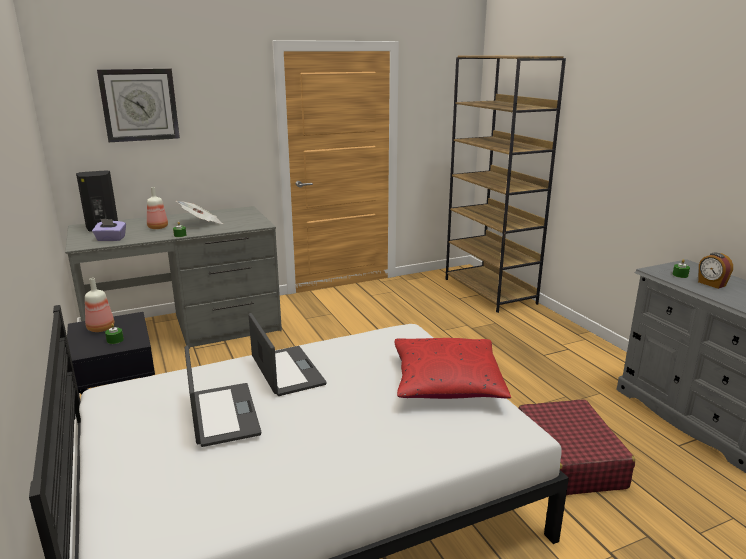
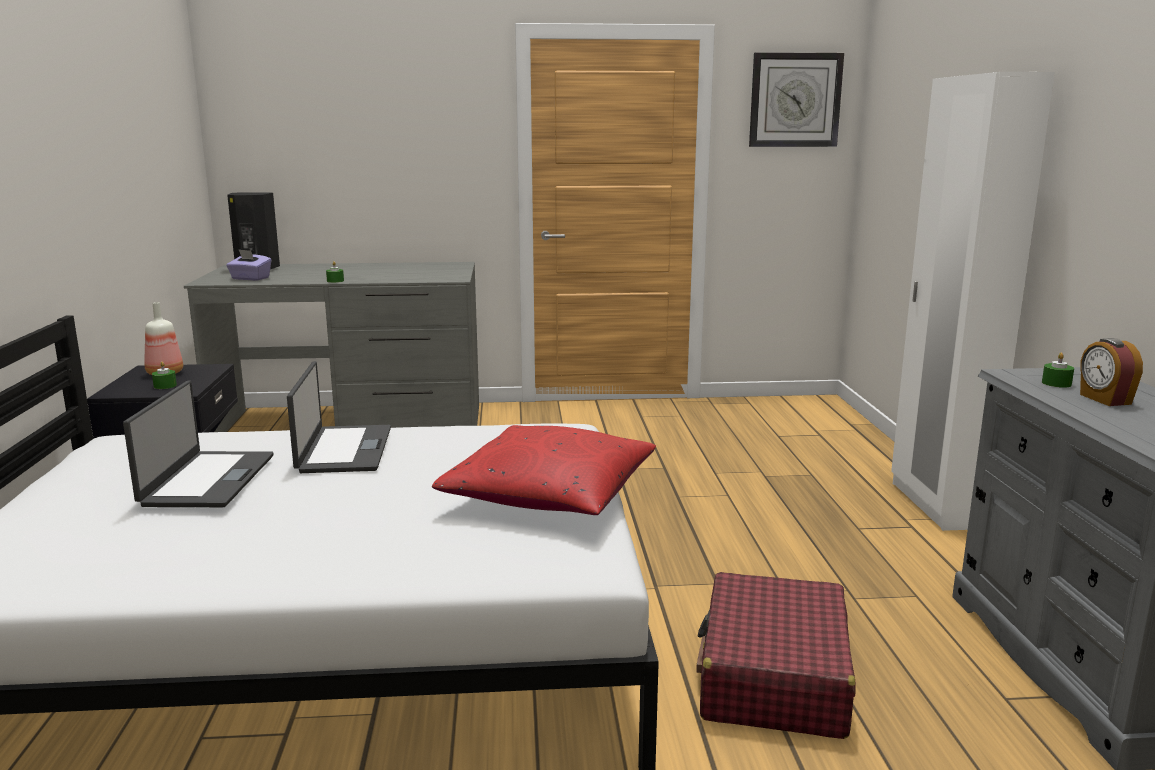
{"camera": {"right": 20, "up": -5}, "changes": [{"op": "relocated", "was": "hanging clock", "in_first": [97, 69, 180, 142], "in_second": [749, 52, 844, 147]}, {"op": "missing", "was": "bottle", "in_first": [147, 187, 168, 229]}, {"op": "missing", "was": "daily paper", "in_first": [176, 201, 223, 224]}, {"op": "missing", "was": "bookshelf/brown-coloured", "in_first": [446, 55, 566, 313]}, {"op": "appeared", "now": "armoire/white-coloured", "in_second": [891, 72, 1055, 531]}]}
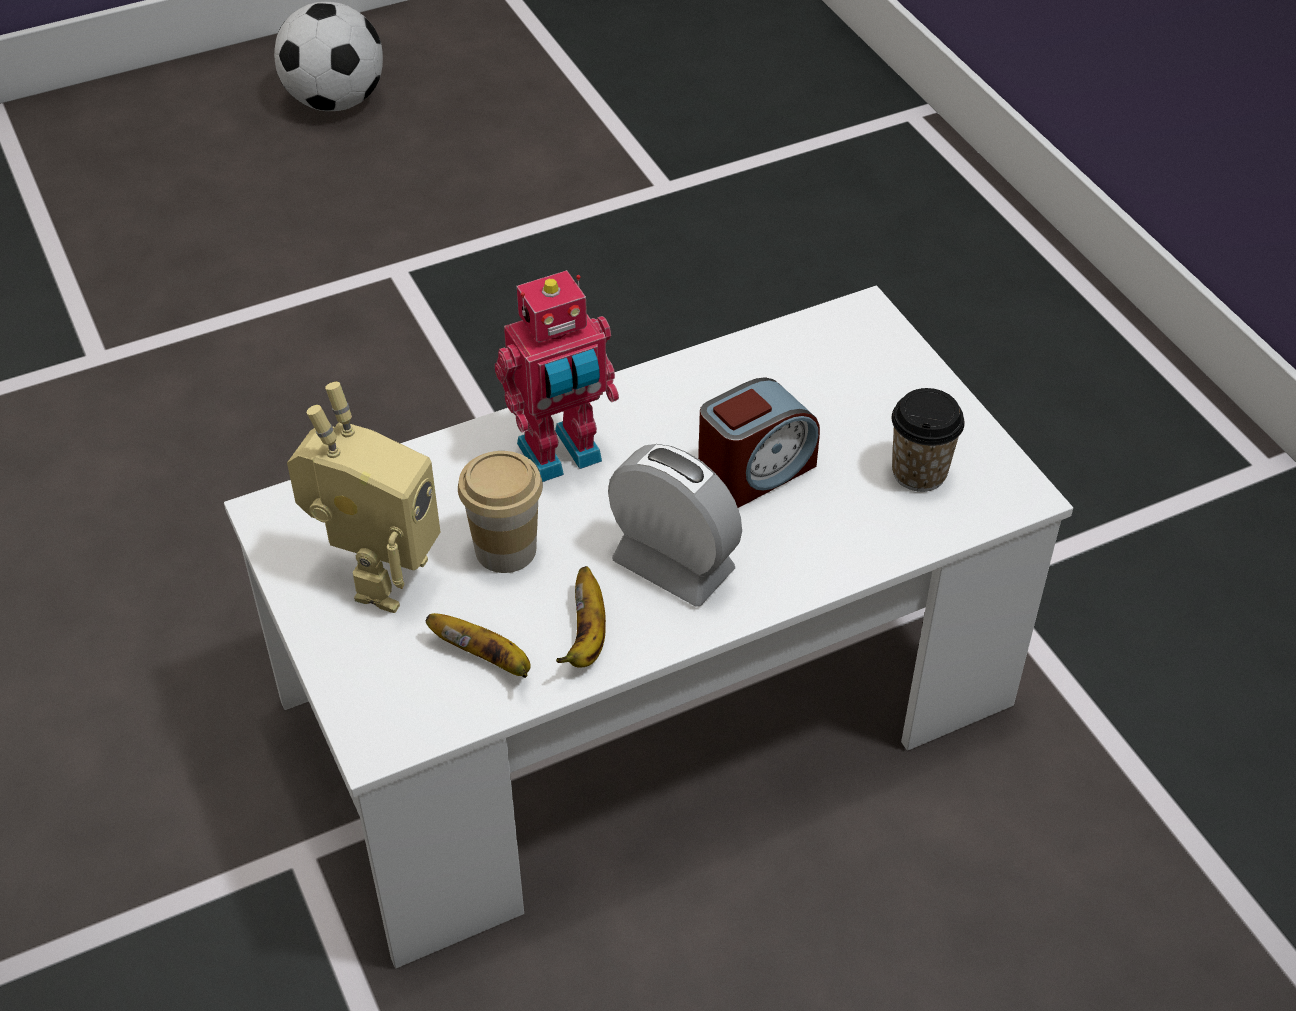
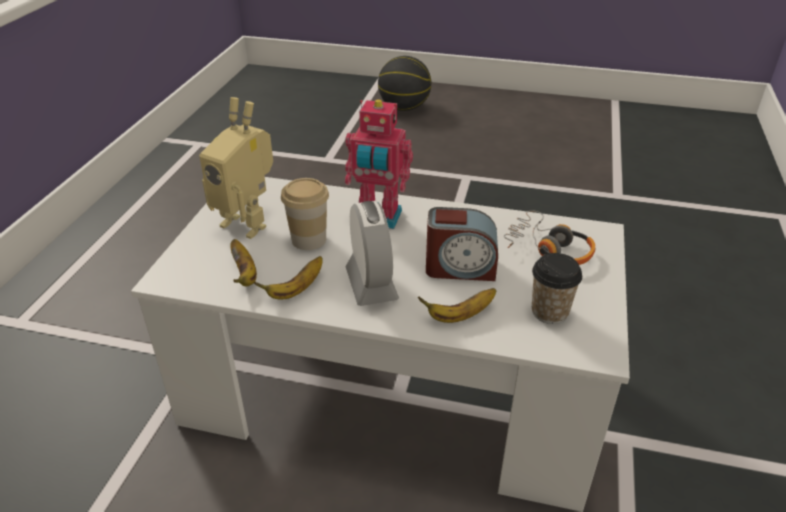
{"camera": {"right": 40, "up": -10}, "changes": [{"op": "missing", "was": "ball for football", "in_first": [274, 2, 383, 111]}, {"op": "spun", "was": "toy robot", "in_first": [287, 382, 440, 613], "in_second": [199, 97, 273, 239], "clockwise": 60}, {"op": "appeared", "now": "ball for basketball", "in_second": [378, 56, 431, 111]}, {"op": "appeared", "now": "whole banana", "in_second": [418, 288, 496, 323]}, {"op": "appeared", "now": "pair of headphones", "in_second": [504, 210, 595, 265]}]}
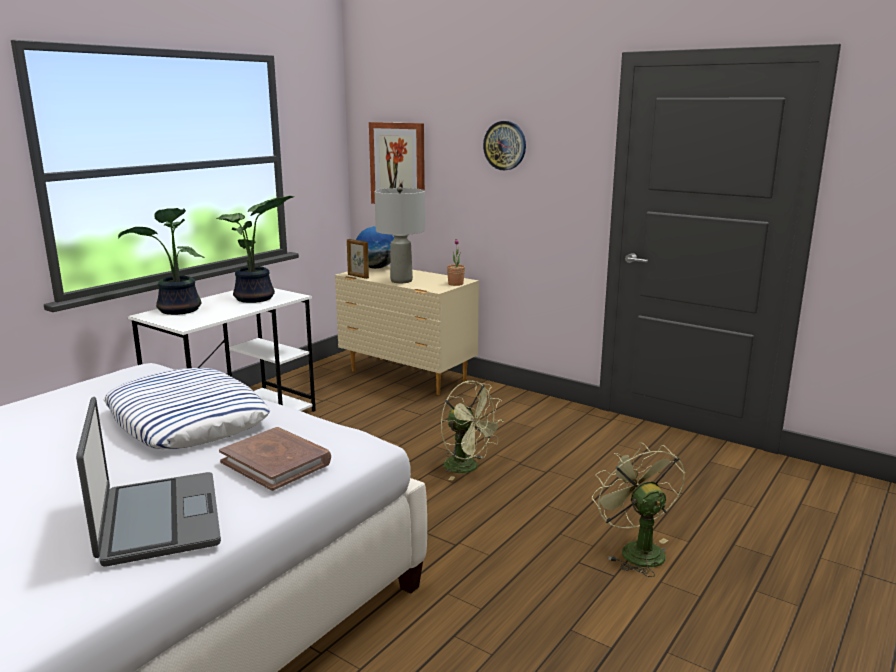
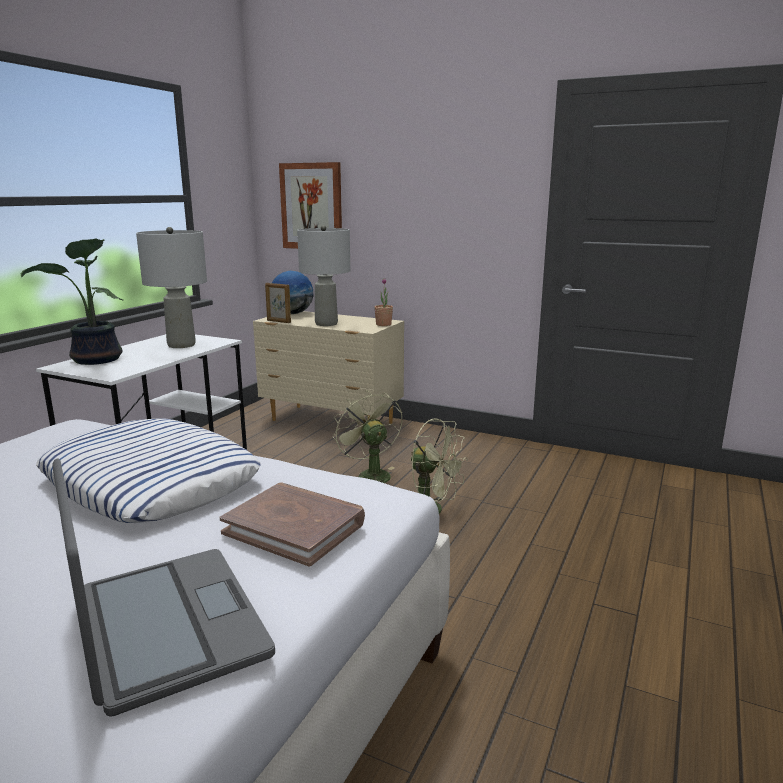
{"camera": {"right": -10, "up": 0}, "changes": [{"op": "exchanged", "was": "houseplant", "now": "table lamp/gray", "in_first": [216, 196, 295, 303], "in_second": [136, 227, 207, 348]}, {"op": "missing", "was": "hanging clock", "in_first": [483, 121, 526, 170]}, {"op": "relocated", "was": "cooling fan/greenish", "in_first": [592, 442, 685, 577], "in_second": [333, 390, 402, 483]}]}
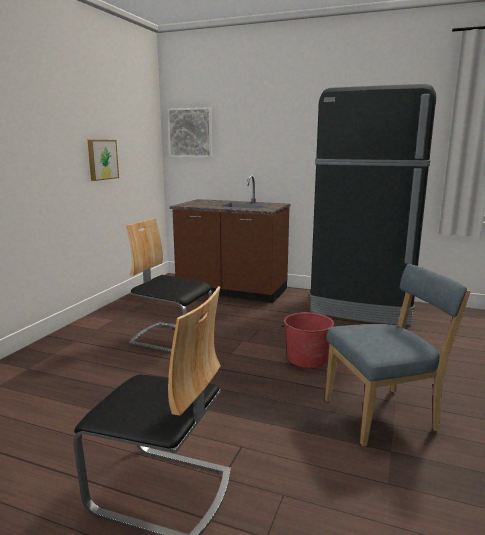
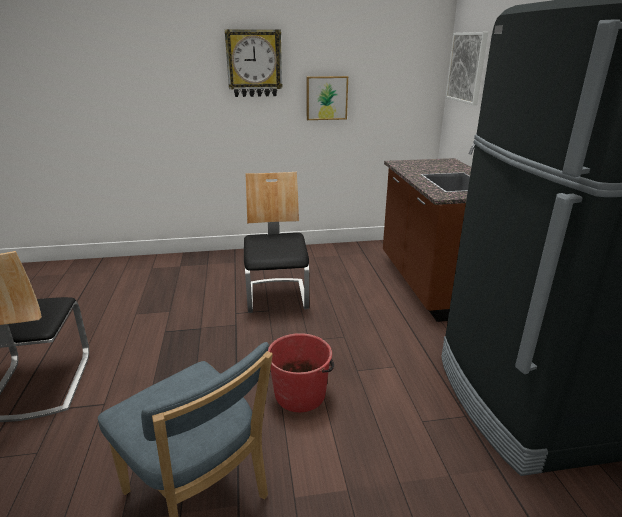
{"camera": {"right": 60, "up": 10}, "changes": [{"op": "appeared", "now": "hanging clock", "in_second": [225, 29, 283, 97]}]}
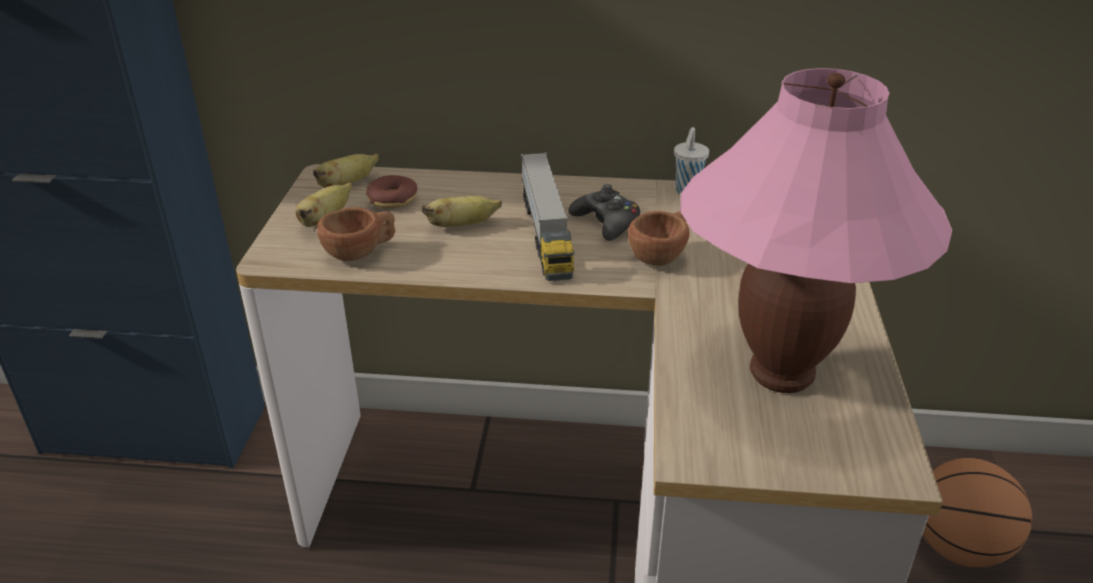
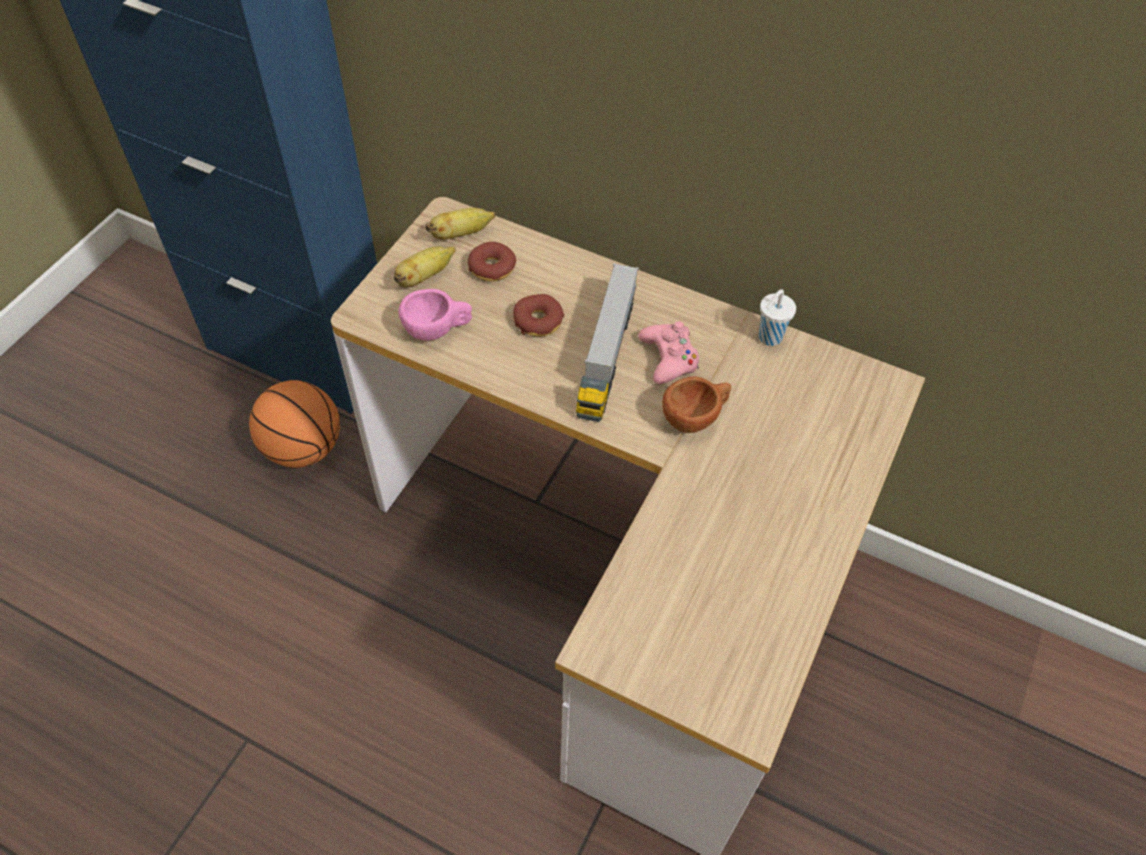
{"camera": {"right": 20, "up": 20}, "changes": [{"op": "colour", "was": "small cup/brown-coloured", "now": "small cup/pinkish", "in_first": [317, 207, 395, 261], "in_second": [399, 289, 472, 341]}, {"op": "exchanged", "was": "whole banana", "now": "donut", "in_first": [422, 196, 502, 227], "in_second": [513, 294, 564, 337]}, {"op": "colour", "was": "gamepad/blackish", "now": "gamepad/pinkish", "in_first": [569, 184, 640, 241], "in_second": [639, 321, 699, 384]}, {"op": "missing", "was": "table lamp/pinkish", "in_first": [680, 68, 952, 393]}, {"op": "relocated", "was": "ball for basketball", "in_first": [922, 458, 1032, 568], "in_second": [249, 380, 340, 468]}]}
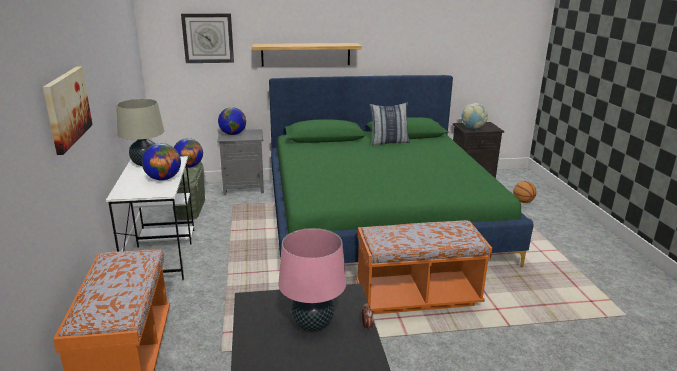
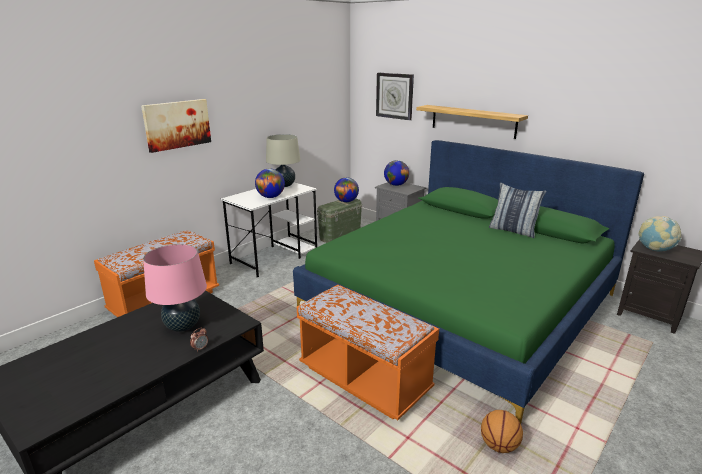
{"camera": {"right": 50, "up": 0}, "changes": [{"op": "relocated", "was": "ball for basketball", "in_first": [513, 181, 537, 203], "in_second": [481, 410, 523, 453]}]}
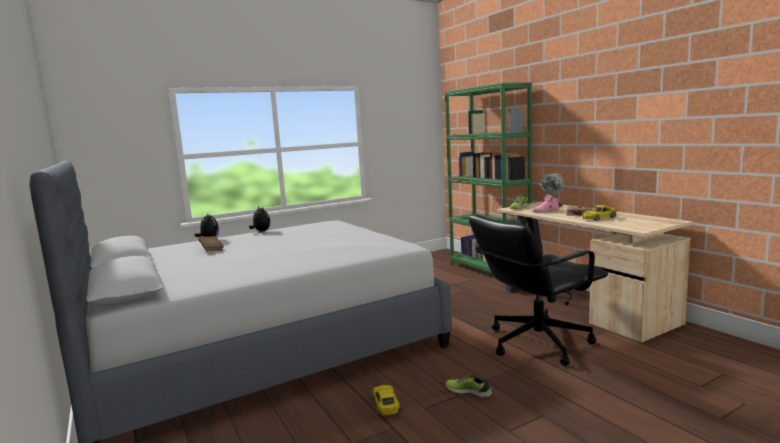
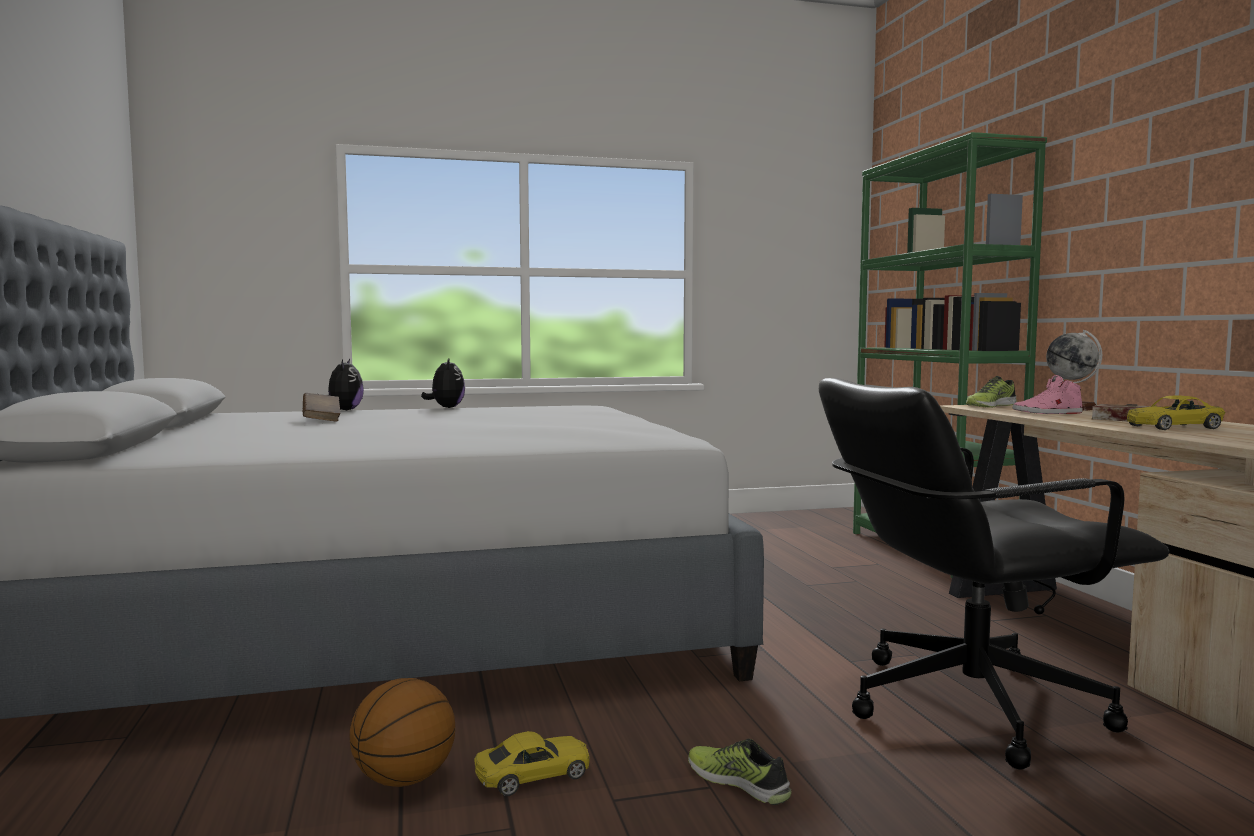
{"camera": {"right": 15, "up": -5}, "changes": [{"op": "spun", "was": "miniature car/yellow", "in_first": [372, 385, 401, 416], "in_second": [474, 731, 590, 796], "clockwise": 60}, {"op": "appeared", "now": "ball for basketball", "in_second": [349, 678, 455, 787]}]}
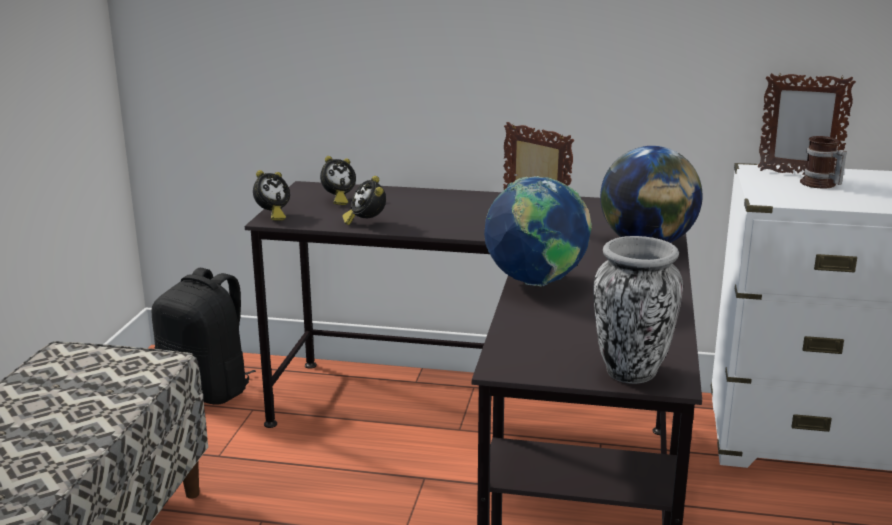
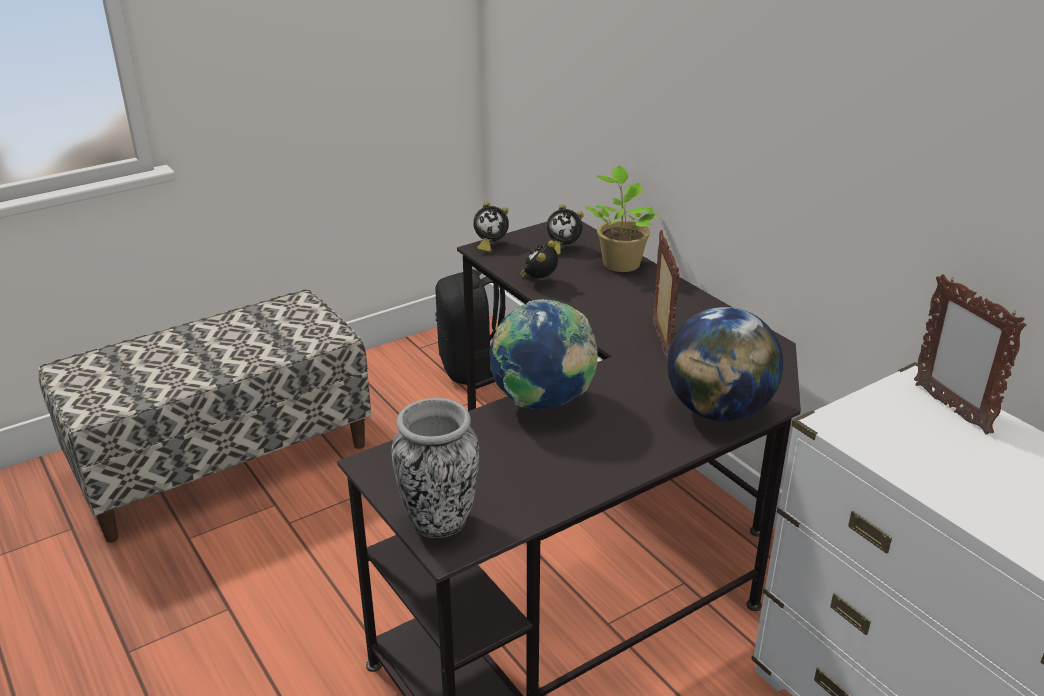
{"camera": {"right": 45, "up": 10}, "changes": [{"op": "missing", "was": "mug", "in_first": [800, 136, 847, 188]}, {"op": "appeared", "now": "houseplant", "in_second": [585, 165, 659, 272]}]}
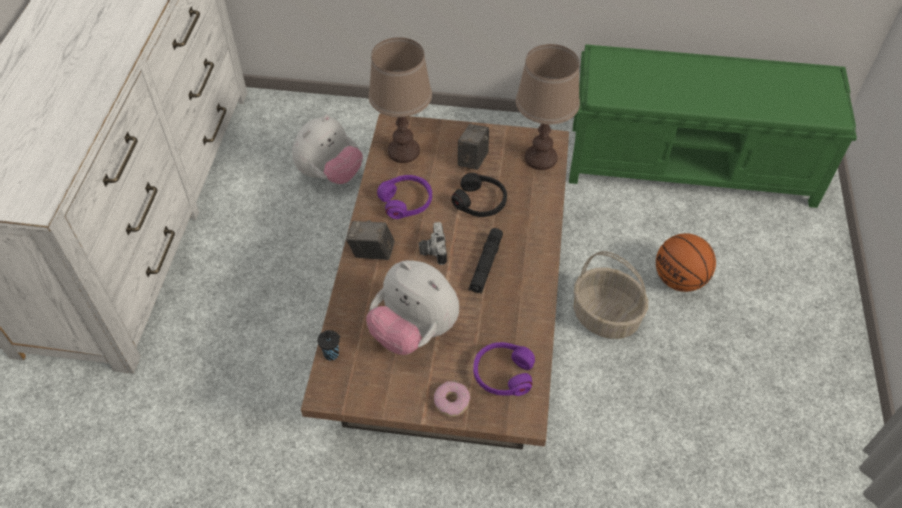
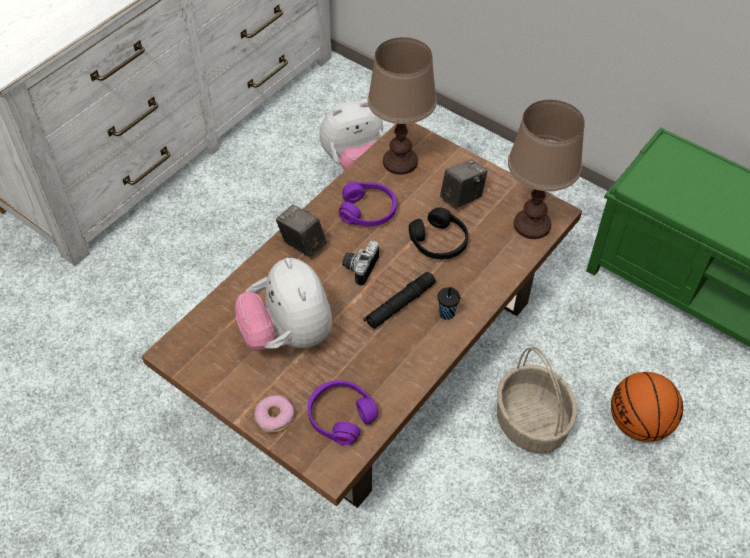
{"camera": {"right": 30, "up": 0}, "changes": [{"op": "relocated", "was": "small cup/blackish", "in_first": [317, 330, 341, 361], "in_second": [438, 287, 461, 320]}]}
